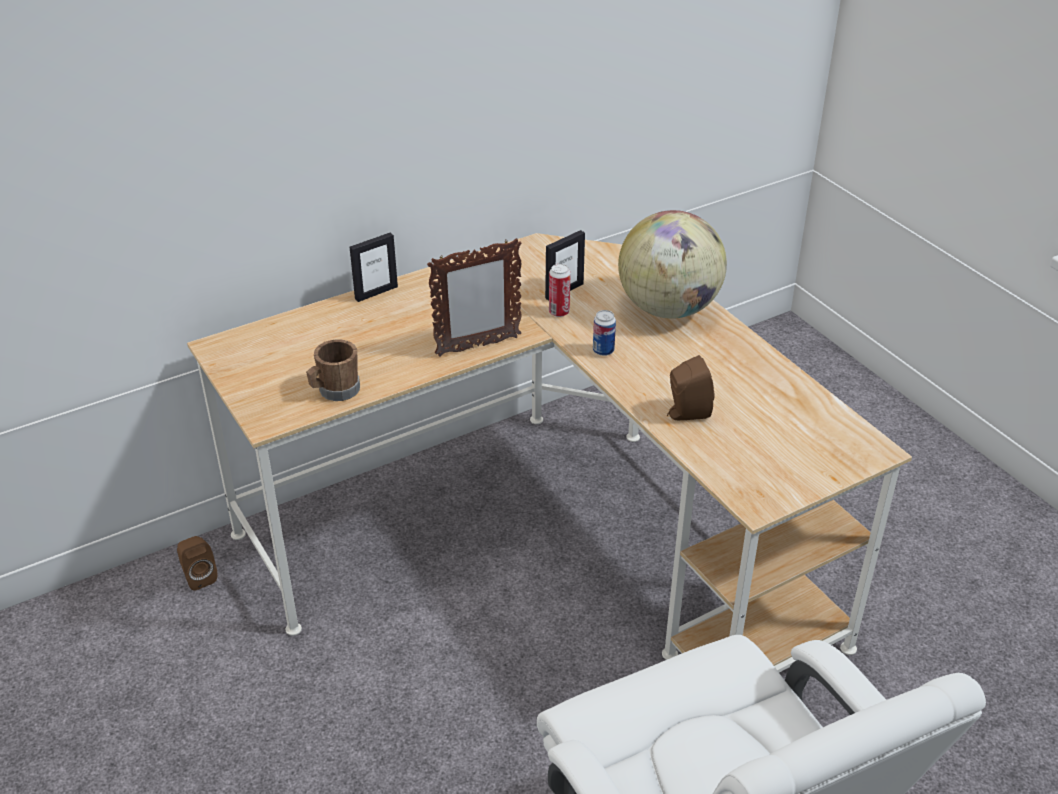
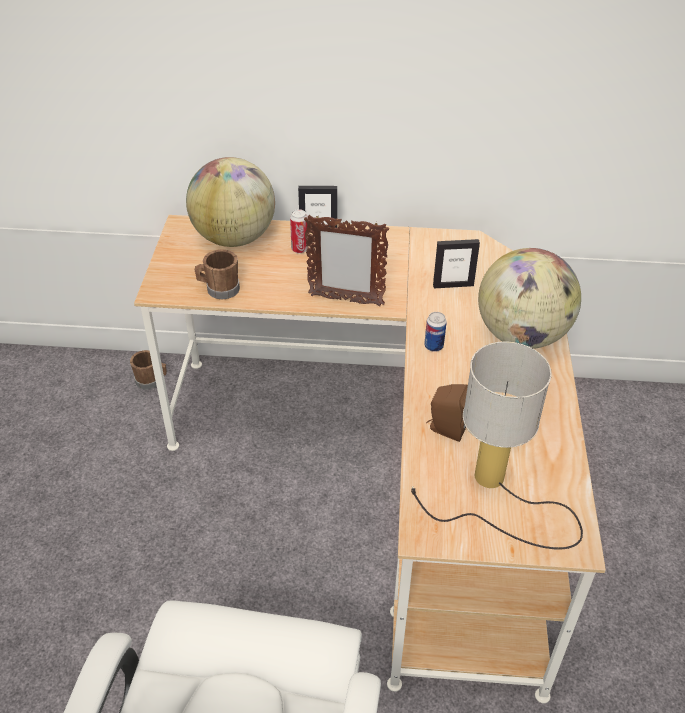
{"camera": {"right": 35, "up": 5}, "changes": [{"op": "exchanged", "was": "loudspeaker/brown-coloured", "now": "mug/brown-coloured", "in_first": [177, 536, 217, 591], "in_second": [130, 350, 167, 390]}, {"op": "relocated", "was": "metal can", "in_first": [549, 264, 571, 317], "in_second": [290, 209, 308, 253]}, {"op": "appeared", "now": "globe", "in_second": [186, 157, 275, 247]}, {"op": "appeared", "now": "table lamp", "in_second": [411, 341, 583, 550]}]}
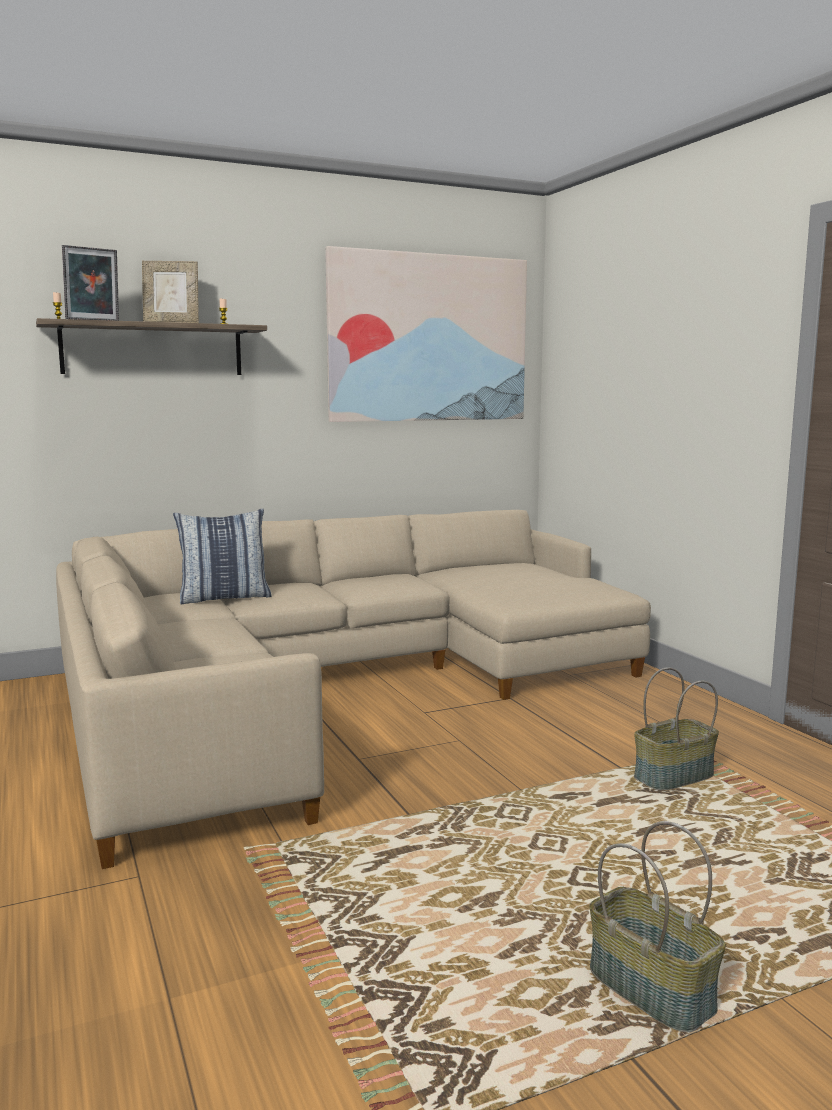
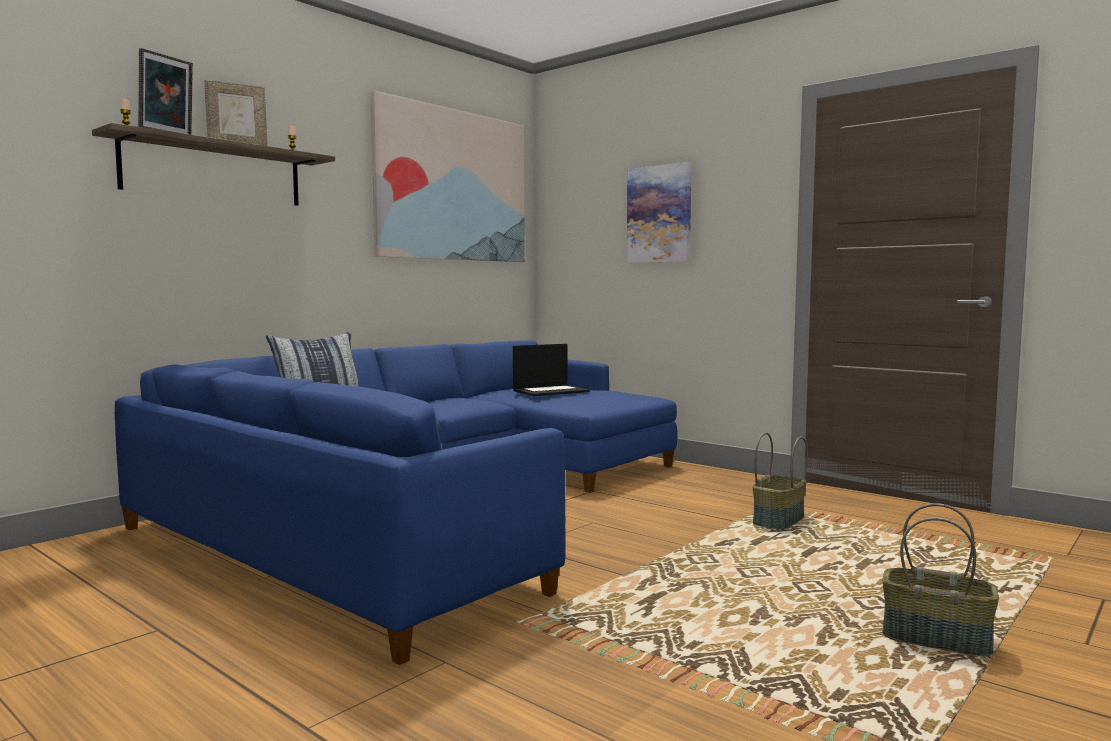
{"camera": {"right": -25, "up": -5}, "changes": [{"op": "colour", "was": "sofa/beige", "now": "sofa/blue", "in_first": [56, 510, 651, 869], "in_second": [115, 340, 678, 665]}, {"op": "appeared", "now": "notebook computer", "in_second": [513, 344, 590, 396]}, {"op": "appeared", "now": "wall picture", "in_second": [627, 162, 692, 263]}]}
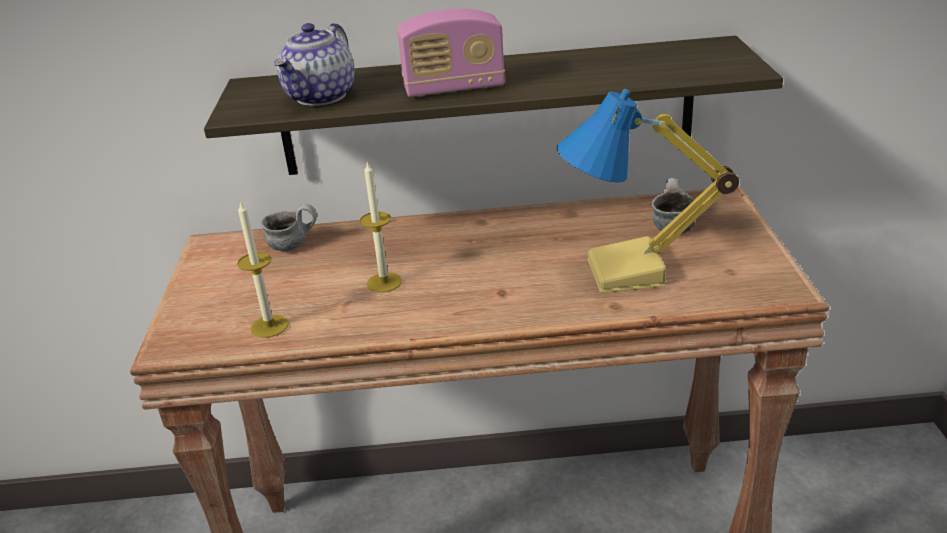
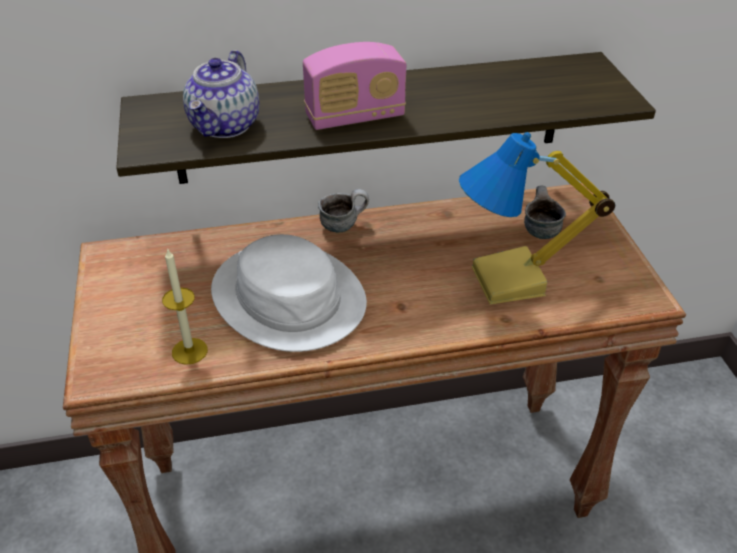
{"camera": {"right": -10, "up": 10}, "changes": [{"op": "relocated", "was": "mug", "in_first": [261, 204, 317, 251], "in_second": [318, 189, 369, 232]}, {"op": "exchanged", "was": "wax light", "now": "hat/white-coloured", "in_first": [360, 162, 402, 292], "in_second": [211, 234, 367, 352]}]}
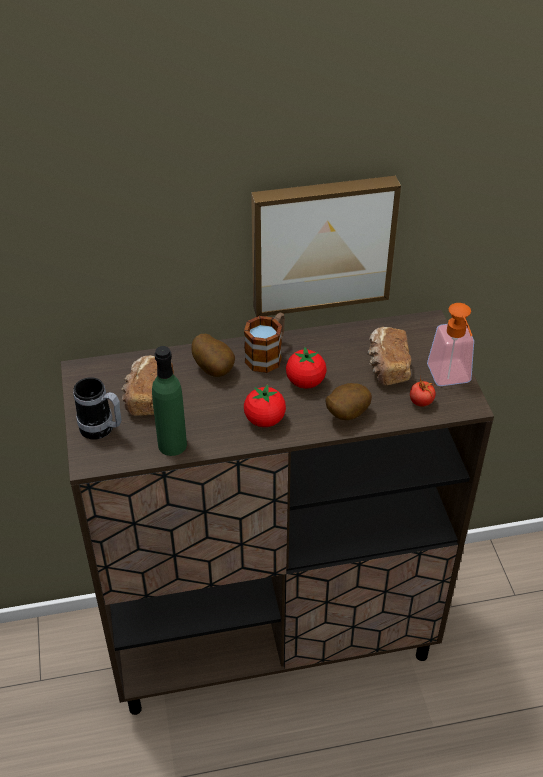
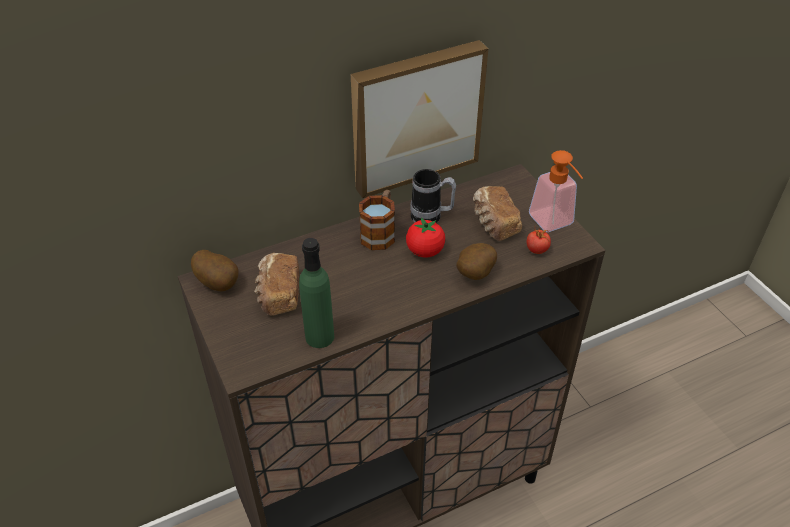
{"camera": {"right": -15, "up": 0}, "changes": [{"op": "relocated", "was": "mug", "in_first": [73, 377, 122, 439], "in_second": [410, 169, 456, 223]}, {"op": "relocated", "was": "whole potato", "in_first": [191, 334, 235, 377], "in_second": [191, 250, 238, 291]}, {"op": "missing", "was": "whole tomato", "in_first": [244, 384, 286, 427]}]}
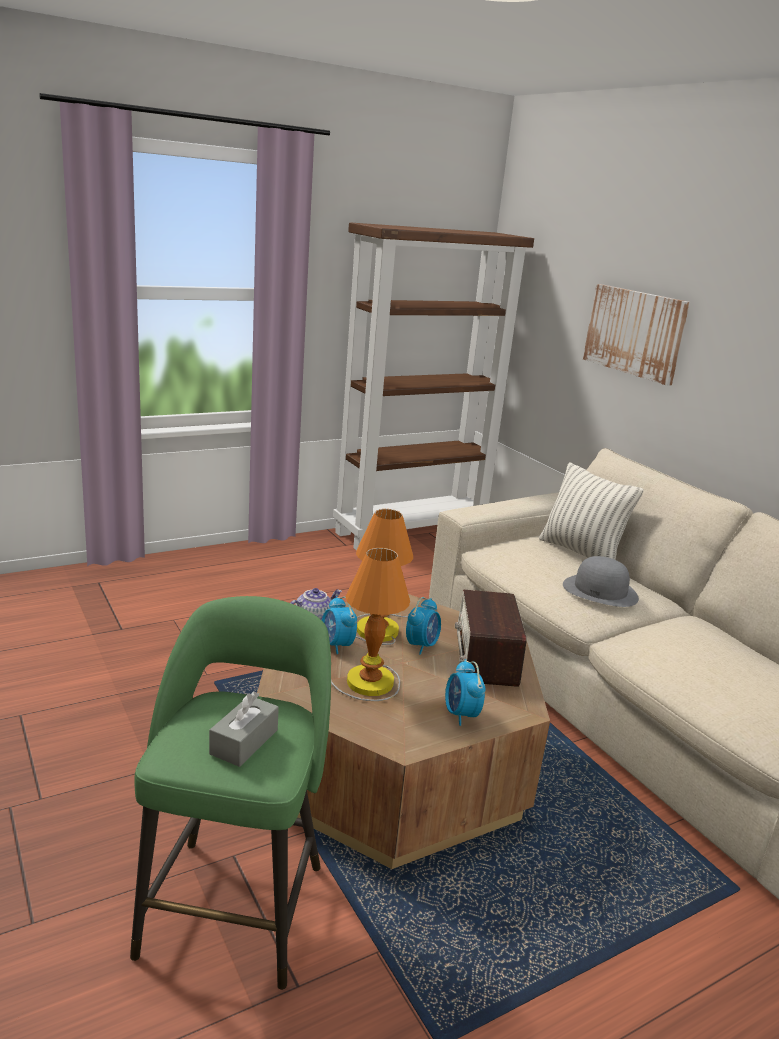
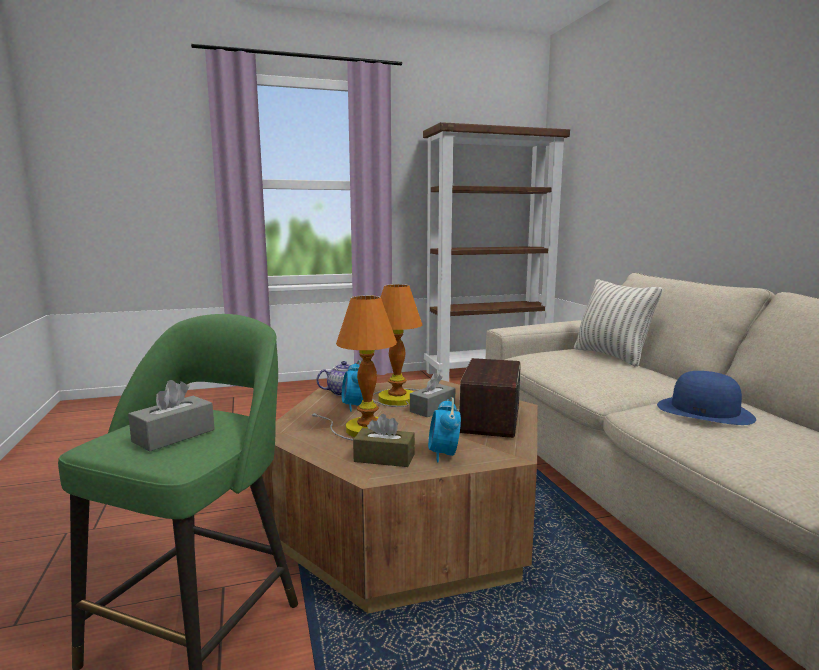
{"camera": {"right": 15, "up": -10}, "changes": [{"op": "exchanged", "was": "alarm clock", "now": "tissue holder/gray", "in_first": [406, 597, 441, 655], "in_second": [410, 373, 455, 417]}, {"op": "missing", "was": "hat/gray", "in_first": [563, 556, 639, 607]}, {"op": "missing", "was": "wall picture", "in_first": [583, 284, 690, 386]}, {"op": "appeared", "now": "tissue holder/brown-coloured", "in_second": [353, 414, 415, 467]}, {"op": "appeared", "now": "hat/blue", "in_second": [657, 371, 756, 425]}]}
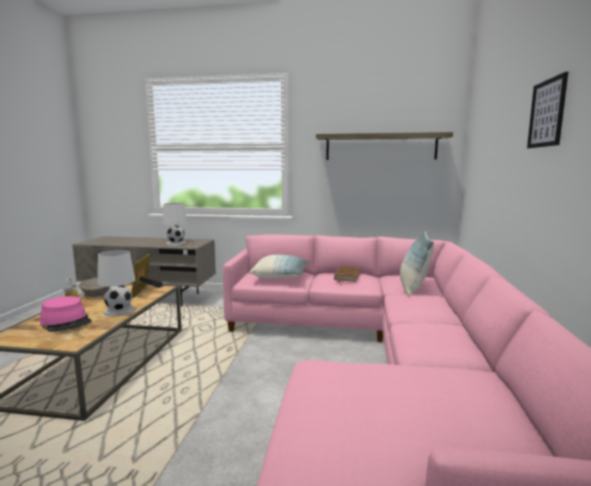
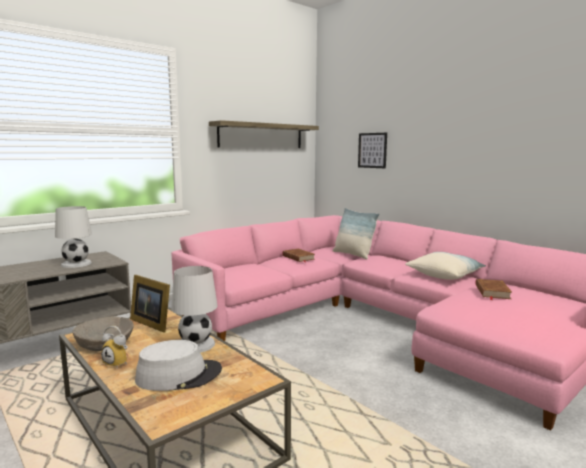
{"camera": {"right": -50, "up": 0}, "changes": [{"op": "colour", "was": "hat/pinkish", "now": "hat/gray", "in_first": [40, 296, 92, 332], "in_second": [135, 340, 222, 391]}, {"op": "relocated", "was": "throw pillow", "in_first": [249, 255, 310, 279], "in_second": [405, 252, 486, 280]}, {"op": "relocated", "was": "wall picture", "in_first": [527, 72, 568, 148], "in_second": [358, 133, 387, 168]}, {"op": "appeared", "now": "bound book/brown-coloured", "in_second": [476, 279, 512, 300]}]}
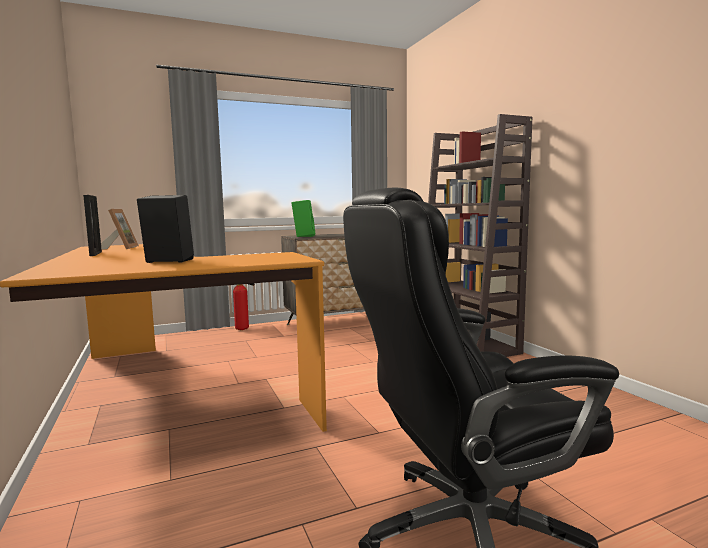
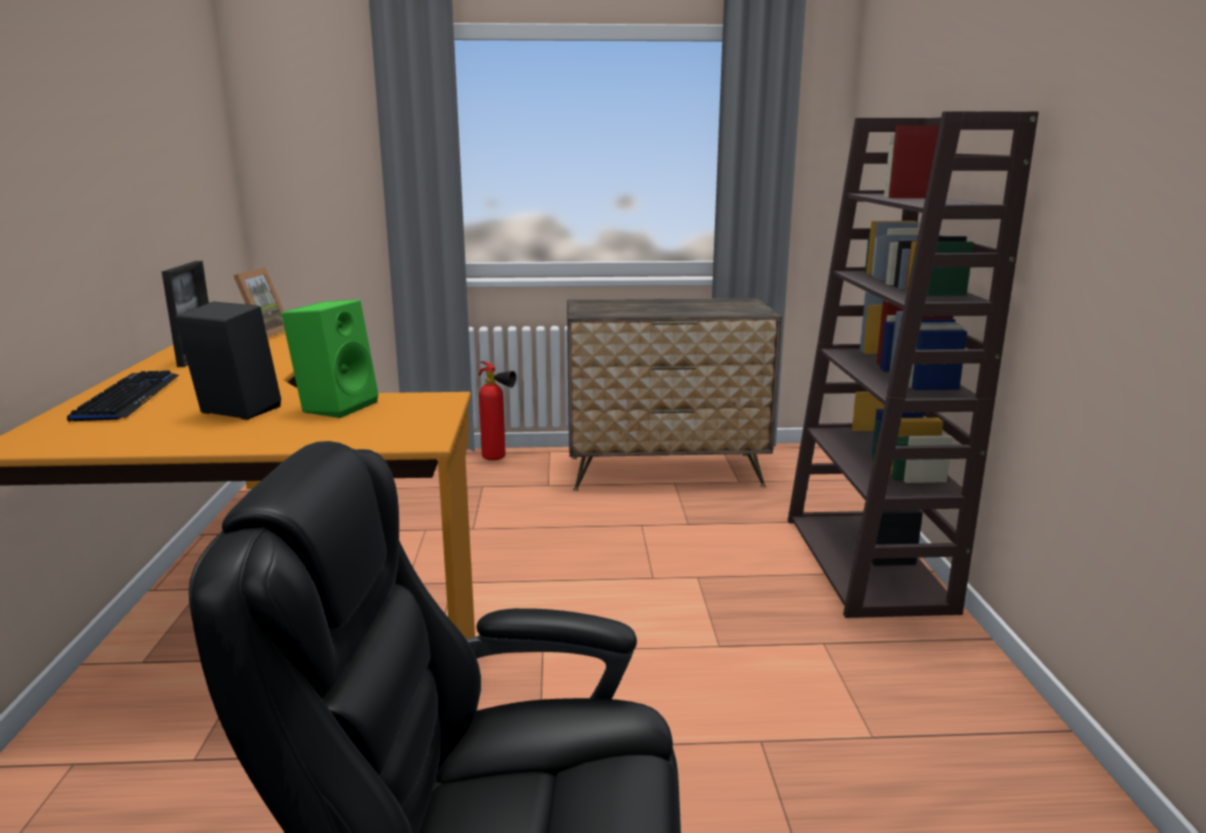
{"camera": {"right": 20, "up": 10}, "changes": [{"op": "relocated", "was": "loudspeaker/greenish", "in_first": [291, 200, 315, 237], "in_second": [281, 300, 379, 418]}, {"op": "appeared", "now": "keyboard", "in_second": [67, 370, 179, 422]}]}
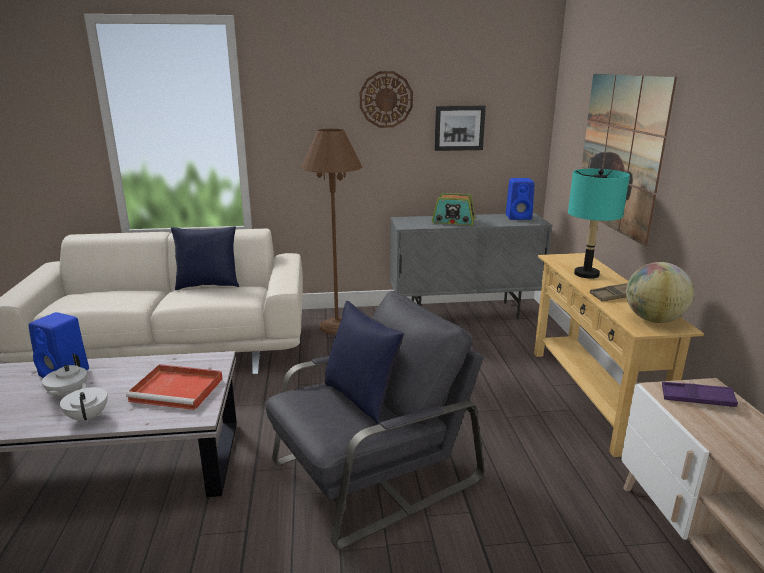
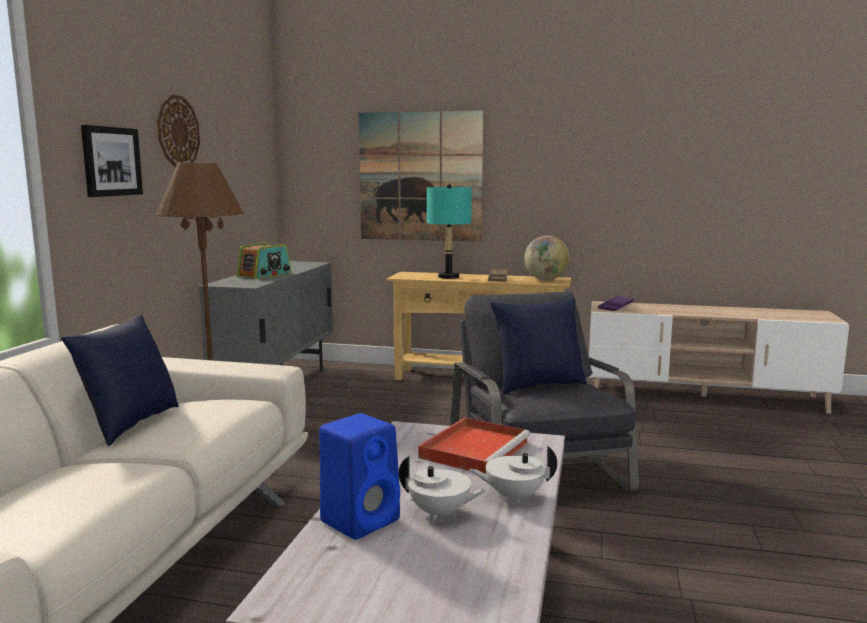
{"camera": {"right": -70, "up": -10}, "changes": [{"op": "relocated", "was": "wall picture", "in_first": [434, 106, 486, 151], "in_second": [81, 125, 143, 197]}, {"op": "missing", "was": "loudspeaker/blue", "in_first": [506, 178, 535, 220]}]}
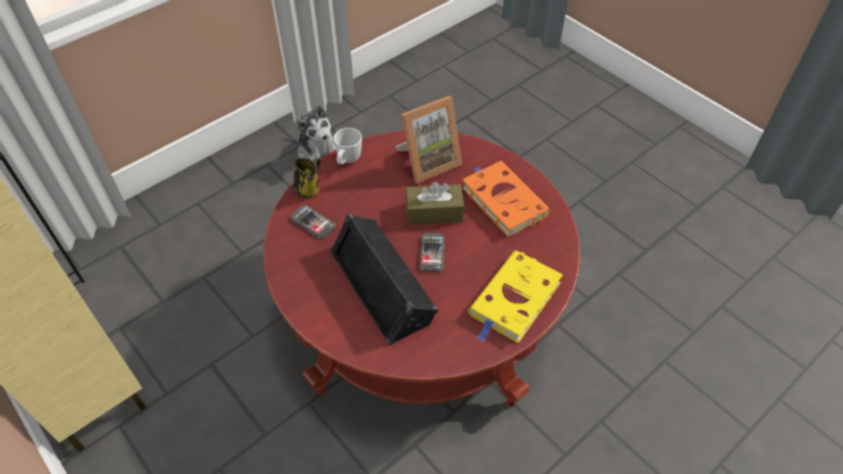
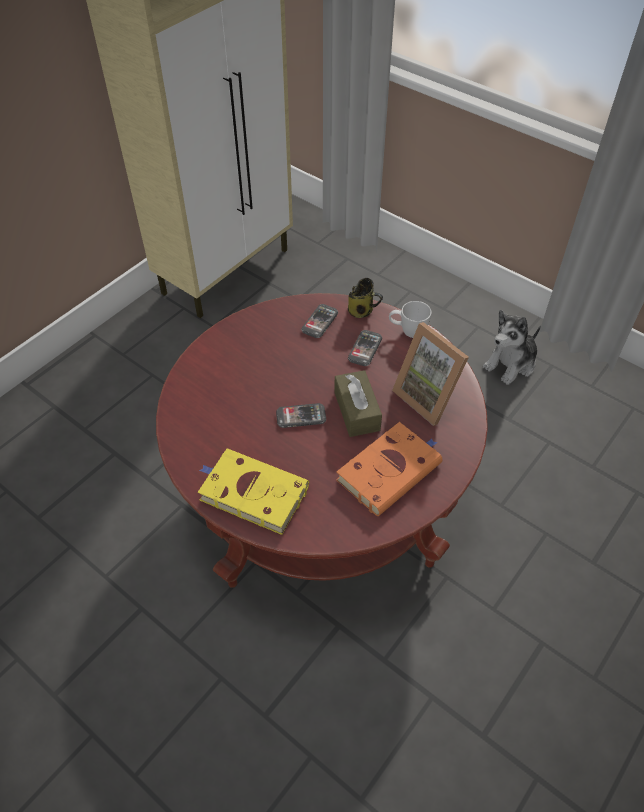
{"camera": {"right": 80, "up": 0}, "changes": [{"op": "missing", "was": "loudspeaker/blackish", "in_first": [330, 213, 438, 346]}, {"op": "appeared", "now": "telephone", "in_second": [348, 330, 382, 366]}]}
